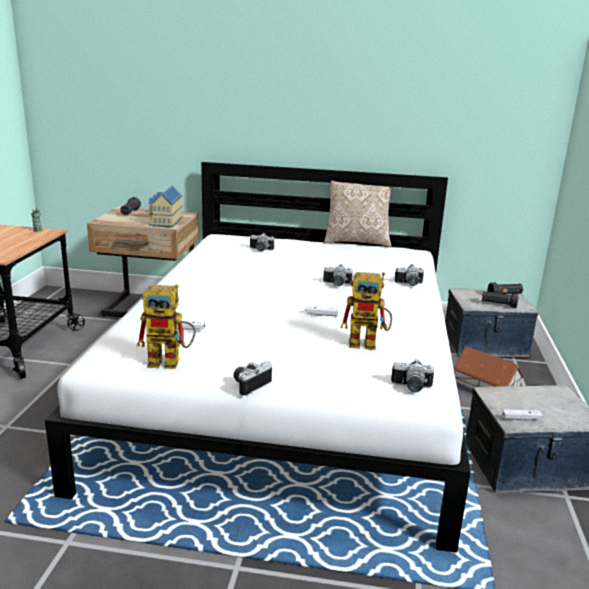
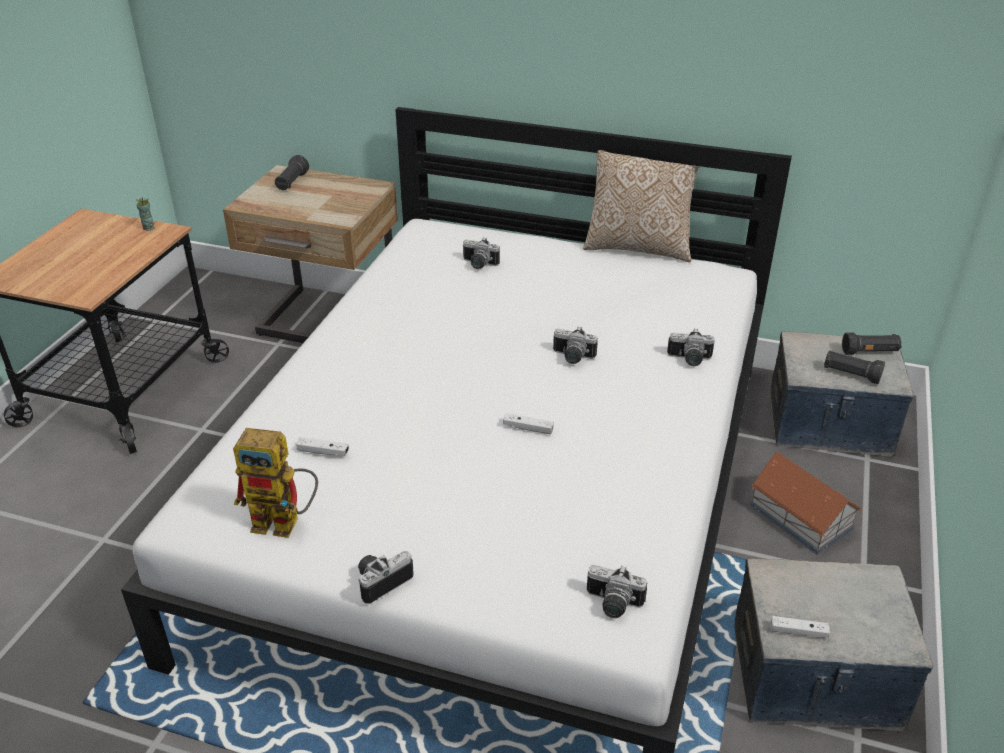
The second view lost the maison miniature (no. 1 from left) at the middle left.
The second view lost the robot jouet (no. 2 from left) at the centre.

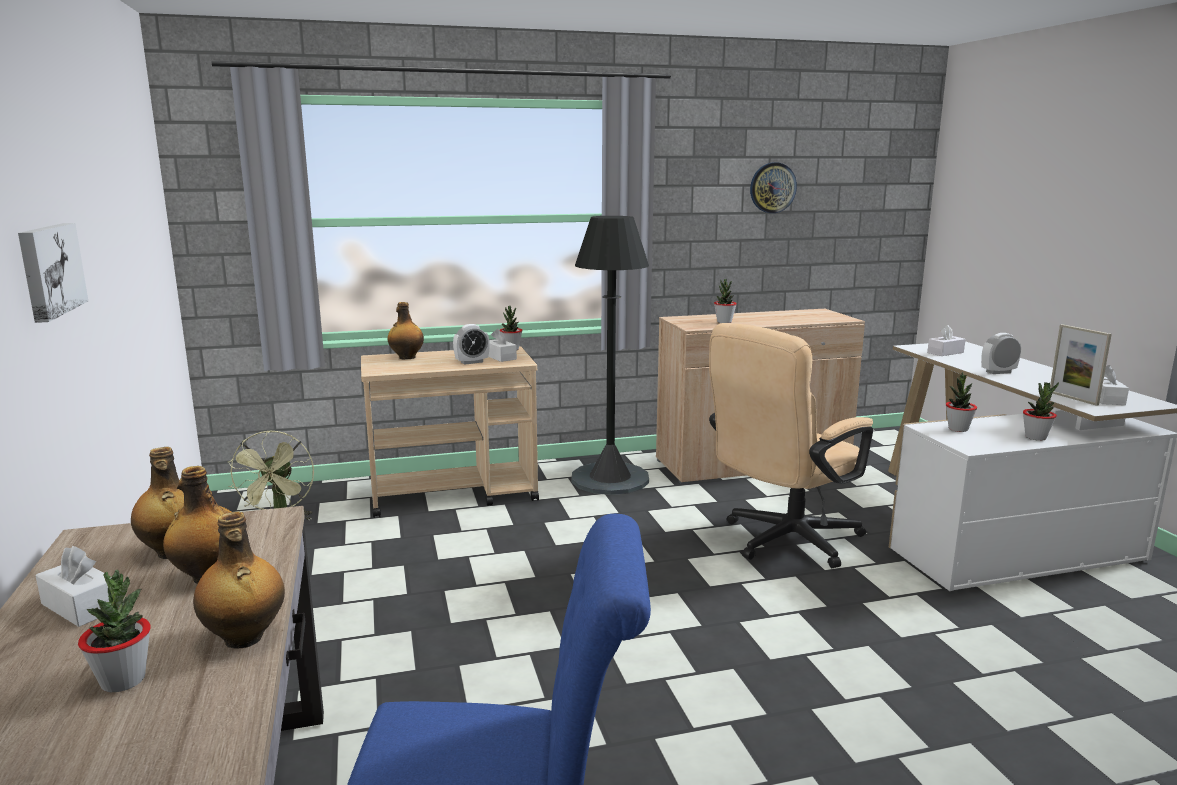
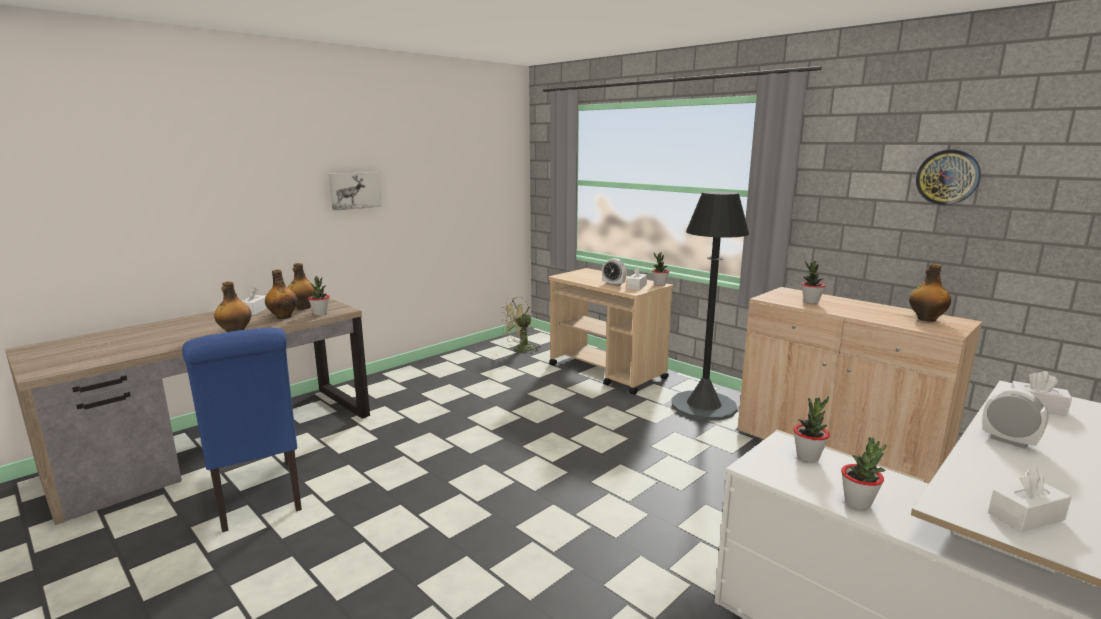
The plante en pot (no. 1 from left) ended up elsewhere, having gone from the bottom left to the middle left.
The bouteille (no. 4 from left) ended up elsewhere, having gone from the centre to the middle right.
The second view lost the chaise de bureau/beige at the middle right.
The second view lost the cadre photo at the middle right.

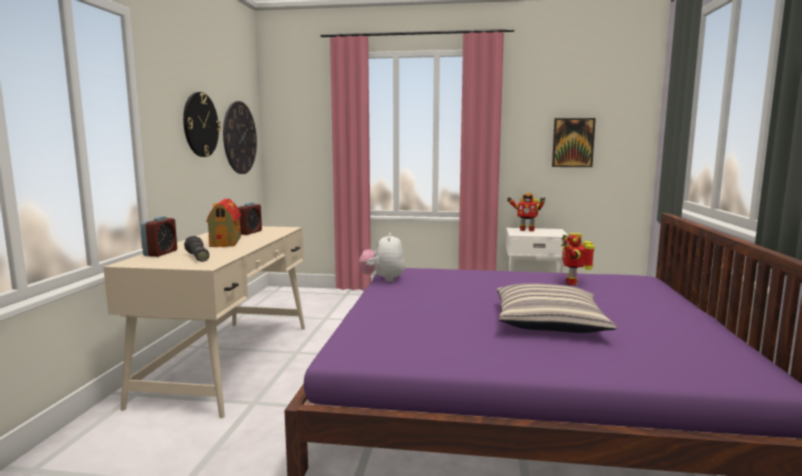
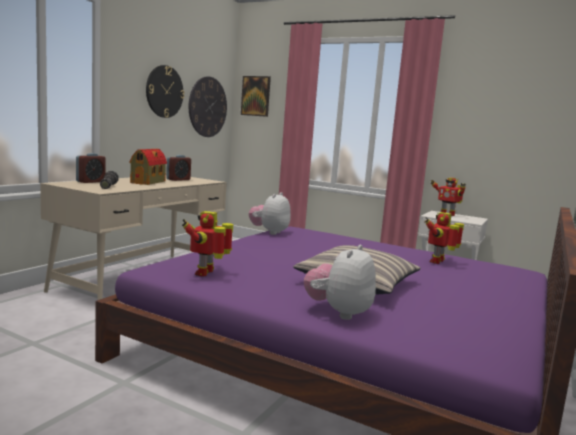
The tableau ended up elsewhere, having gone from the top right to the top centre.
The second view gained the robot jouet (no. 1 from left) at the centre.
The second view gained the peluche (no. 2 from left) at the centre.

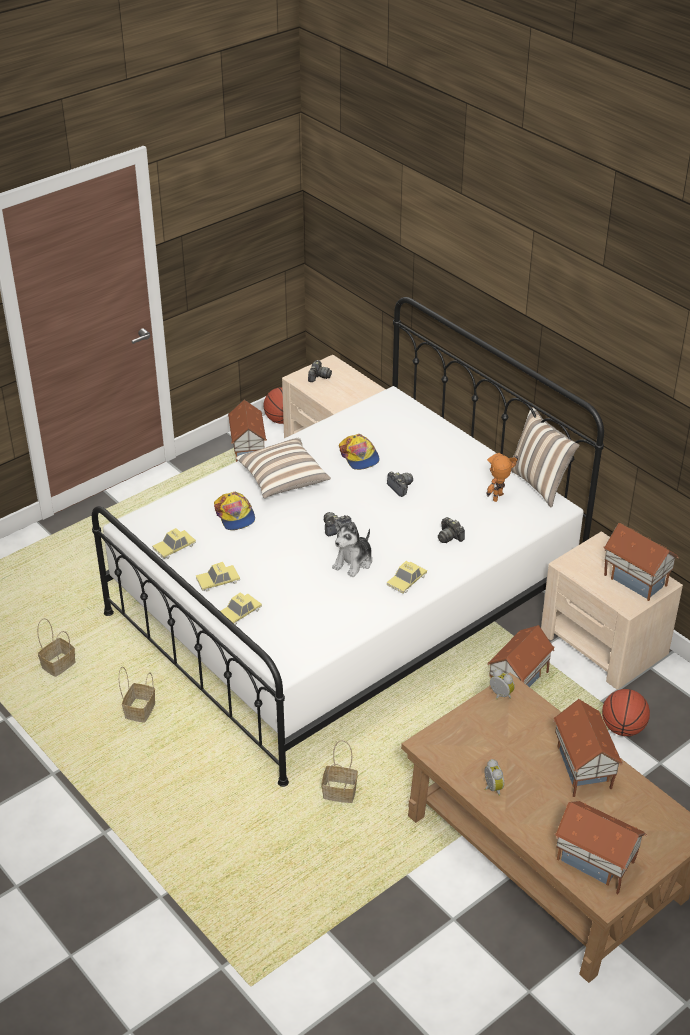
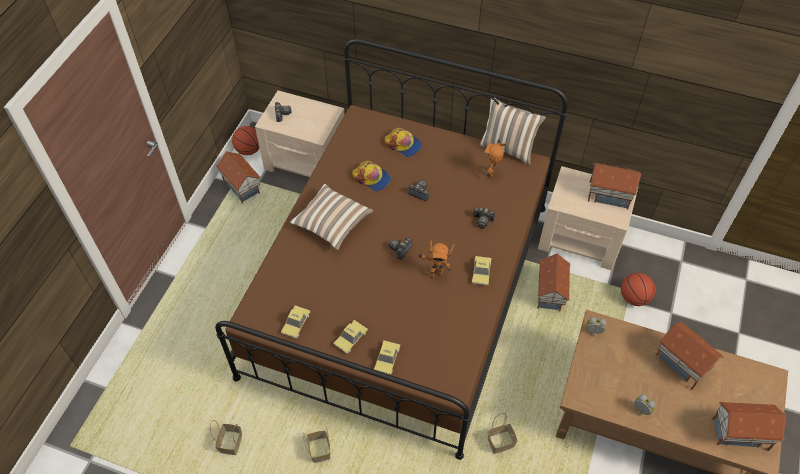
What was the lit/blanc at the centre turned into the lit/marron at the centre.
The casquette (no. 1 from left in the first image) ended up elsewhere, having gone from the centre to the top centre.
Where the peluche stood at the centre, the robot jouet (no. 1 from left) came to stand at the centre.

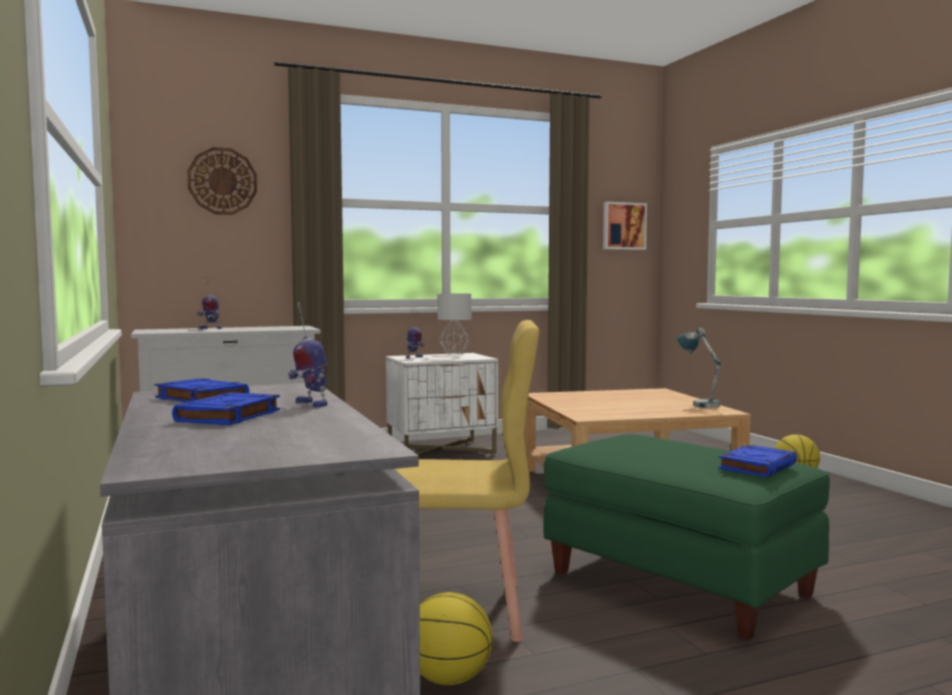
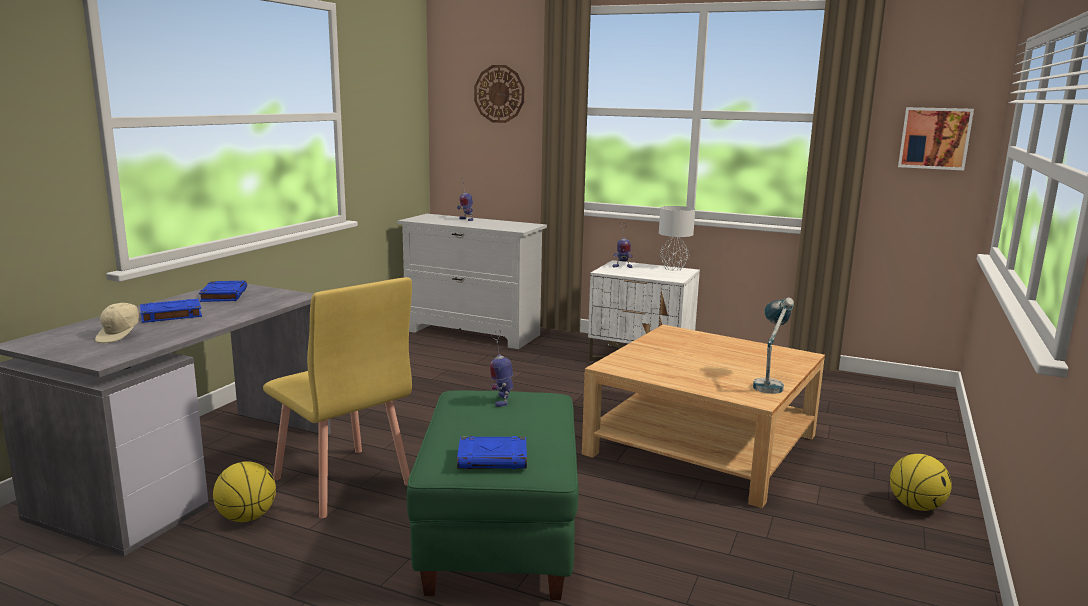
The robot jouet (no. 2 from left) ended up elsewhere, having gone from the middle left to the centre.
The second view gained the casquette/beige at the middle left.

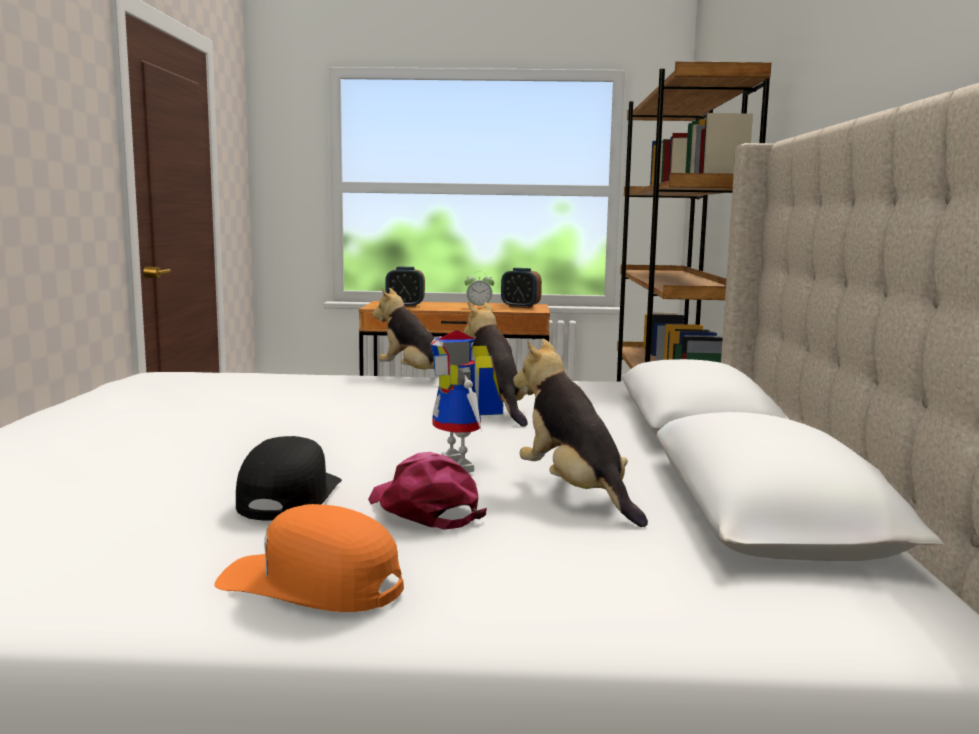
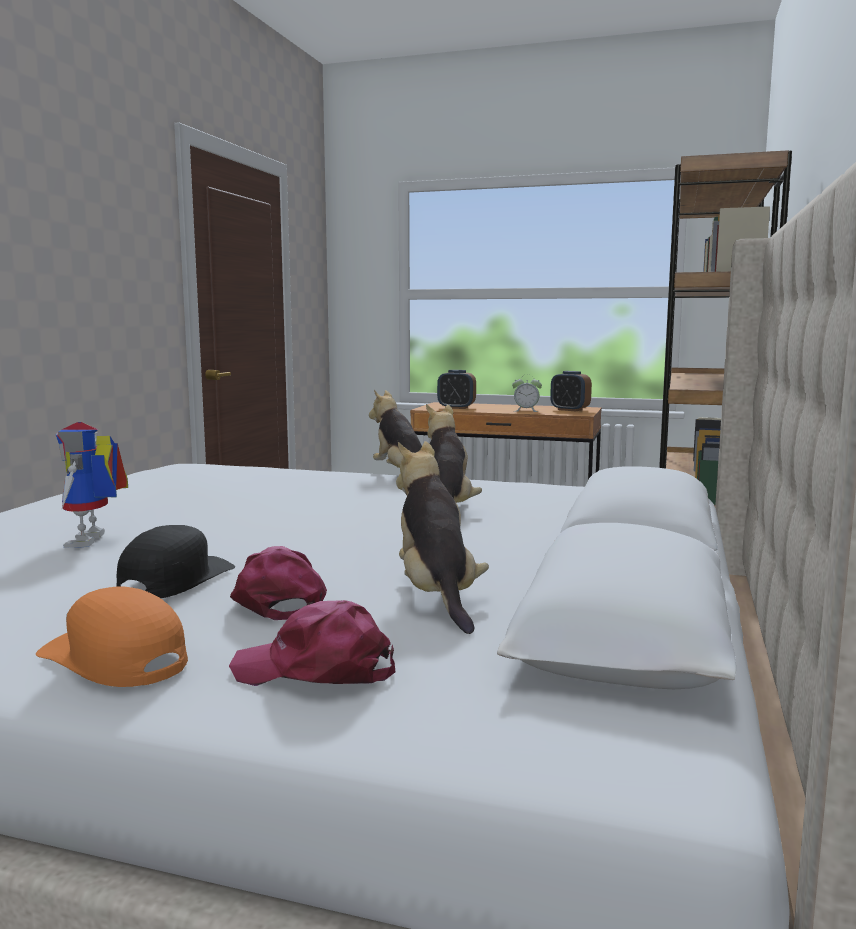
The robot jouet ended up elsewhere, having gone from the centre to the middle left.
The second view gained the casquette/rose (no. 2 from left) at the bottom centre.

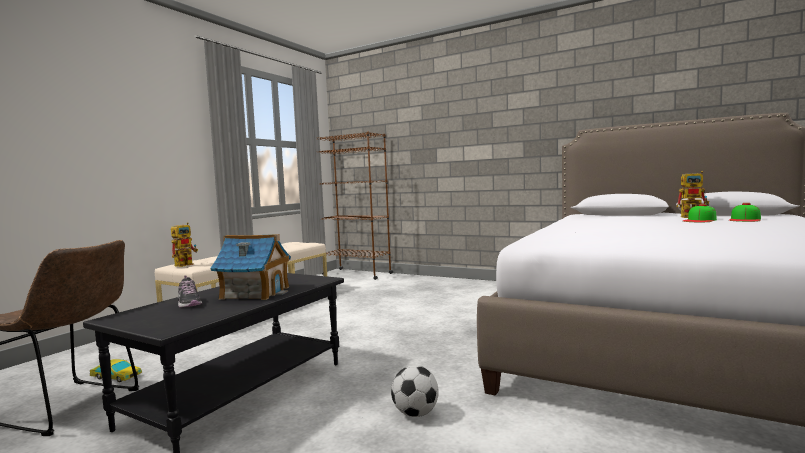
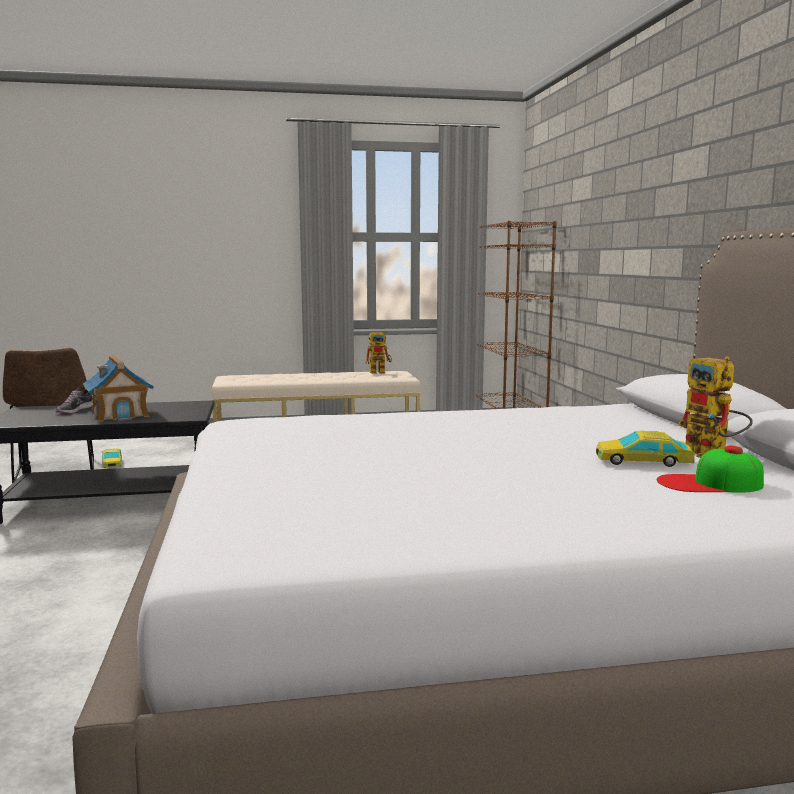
The robot jouet (no. 1 from left) ended up elsewhere, having gone from the middle left to the centre.
The second view lost the ballon de foot at the bottom centre.
Where the casquette (no. 1 from left) stood at the middle right, the petite voiture (no. 2 from left) came to stand at the middle right.

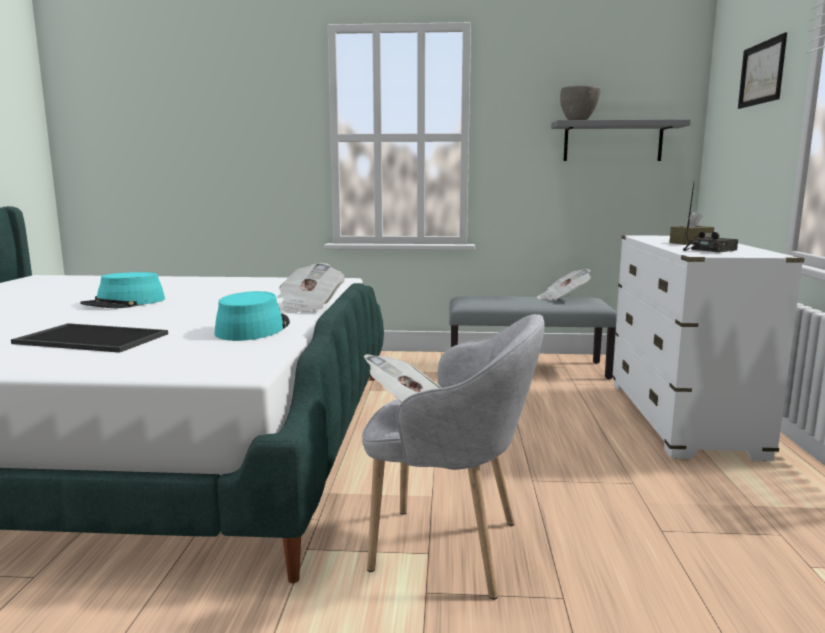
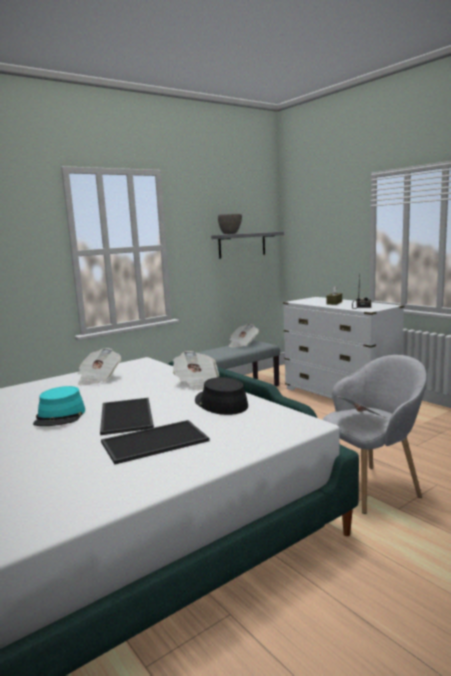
What was the chapeau/turquoise (no. 2 from left) at the middle left turned into the chapeau/noir at the centre.
The second view lost the tableau at the top right.
The second view gained the journal (no. 1 from left) at the middle left.
The second view gained the plateau (no. 1 from left) at the middle left.

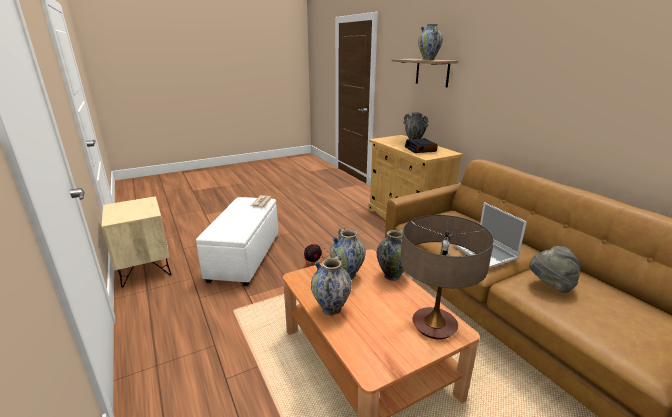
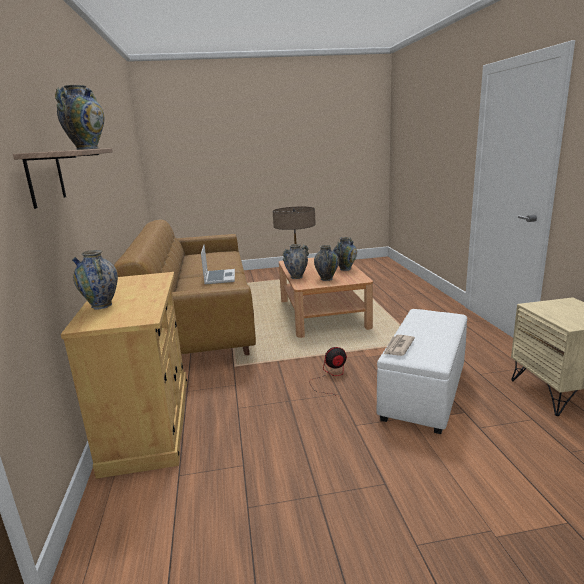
The second view lost the réveil at the centre.
The second view lost the chapeau/gris at the middle right.

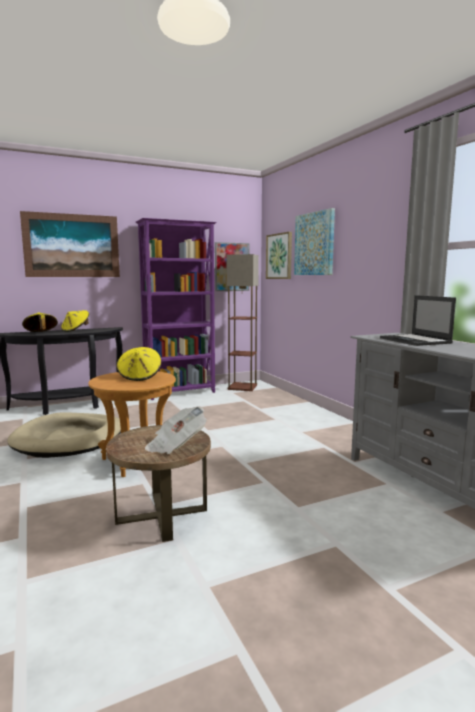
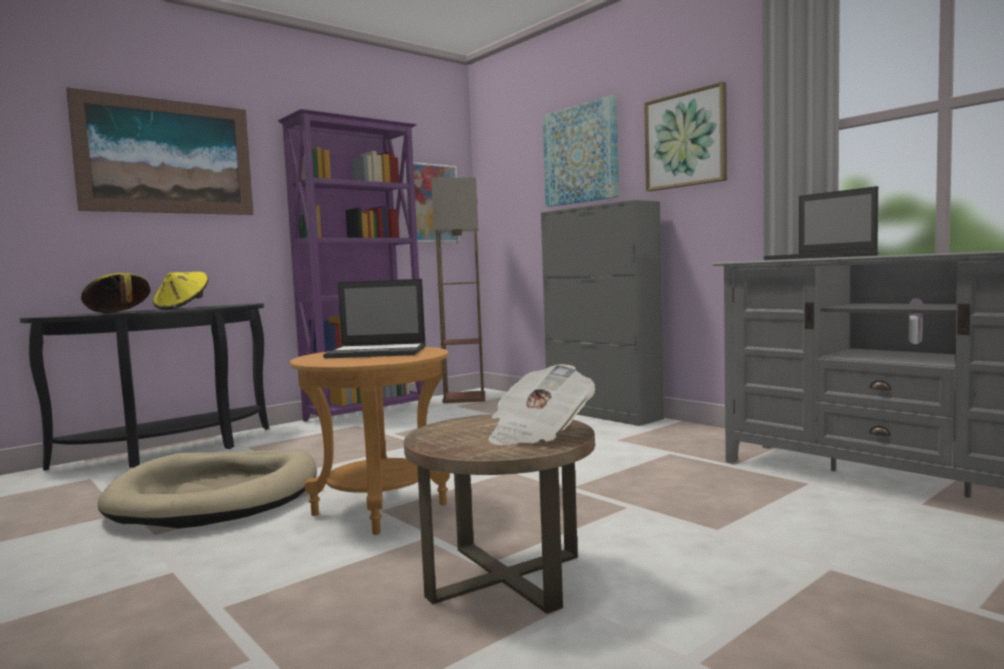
Where the chapeau/jaune (no. 3 from left) stood at the middle left, the ordinateur portable (no. 1 from left) came to stand at the centre.
The tableau (no. 3 from left in the first image) ended up elsewhere, having gone from the centre to the top right.
The second view gained the meuble de rangement/gris at the centre.

